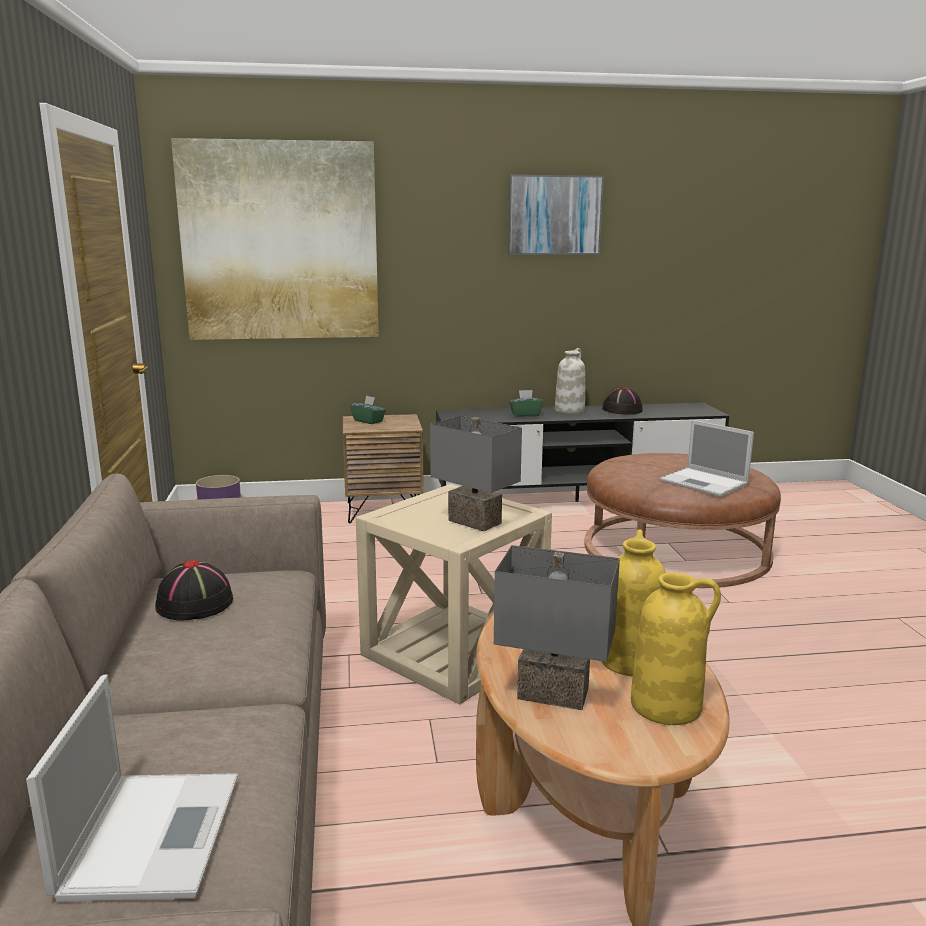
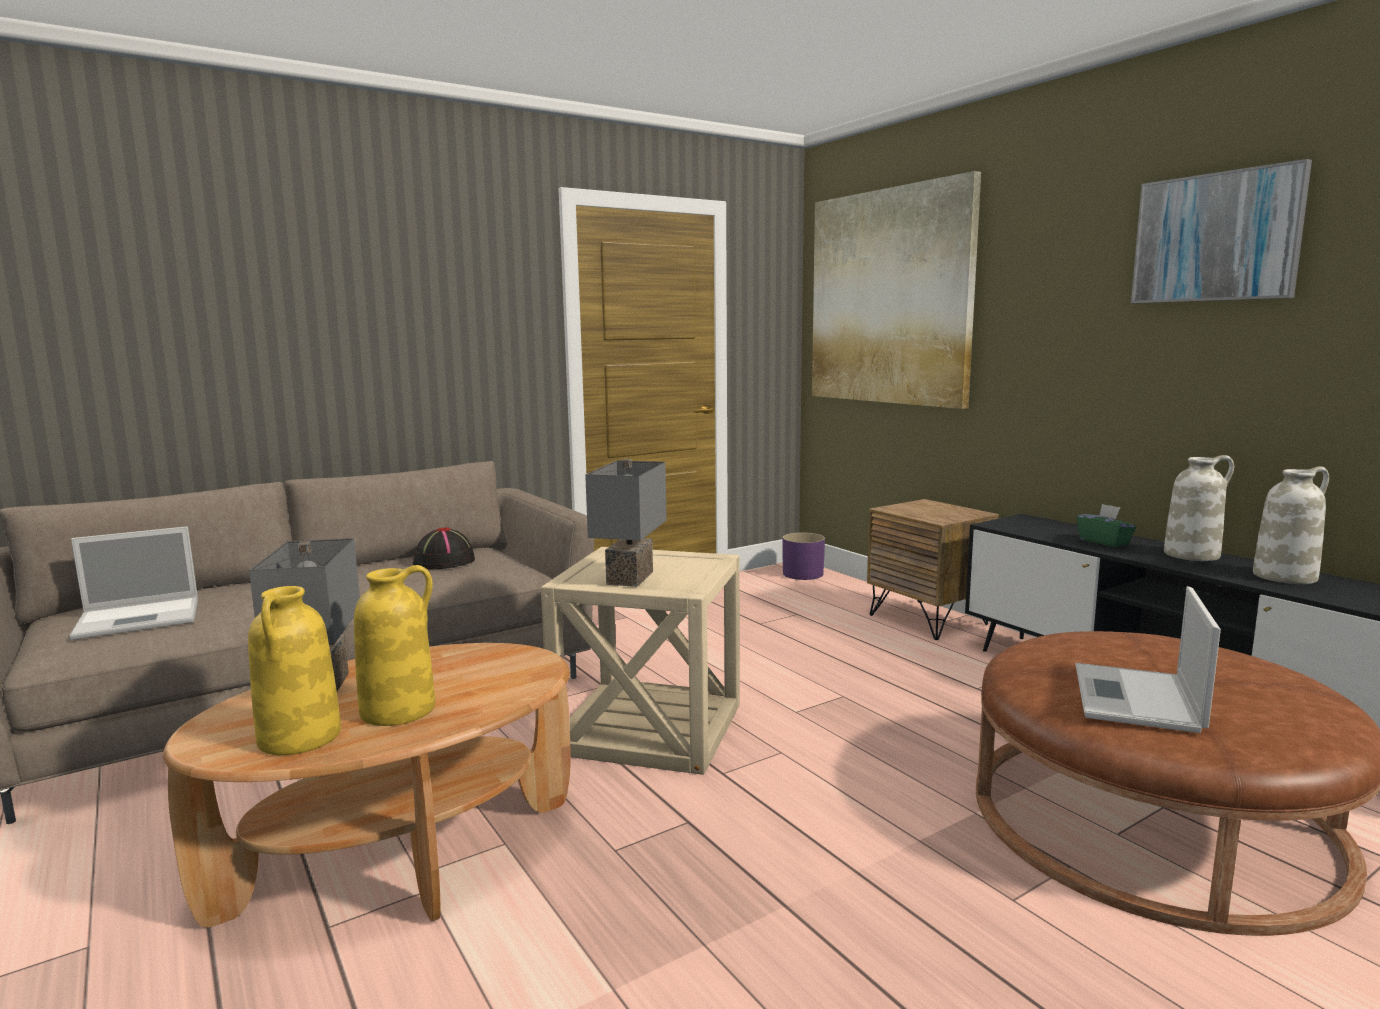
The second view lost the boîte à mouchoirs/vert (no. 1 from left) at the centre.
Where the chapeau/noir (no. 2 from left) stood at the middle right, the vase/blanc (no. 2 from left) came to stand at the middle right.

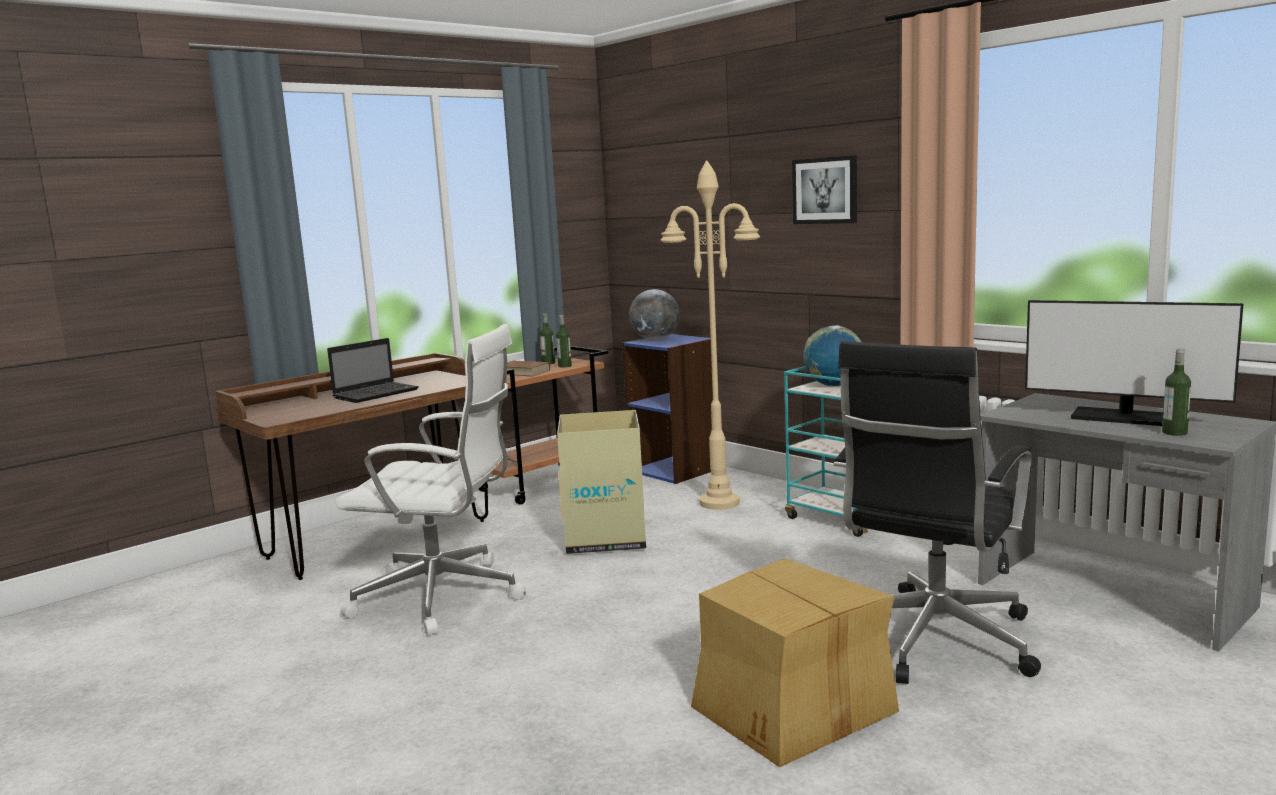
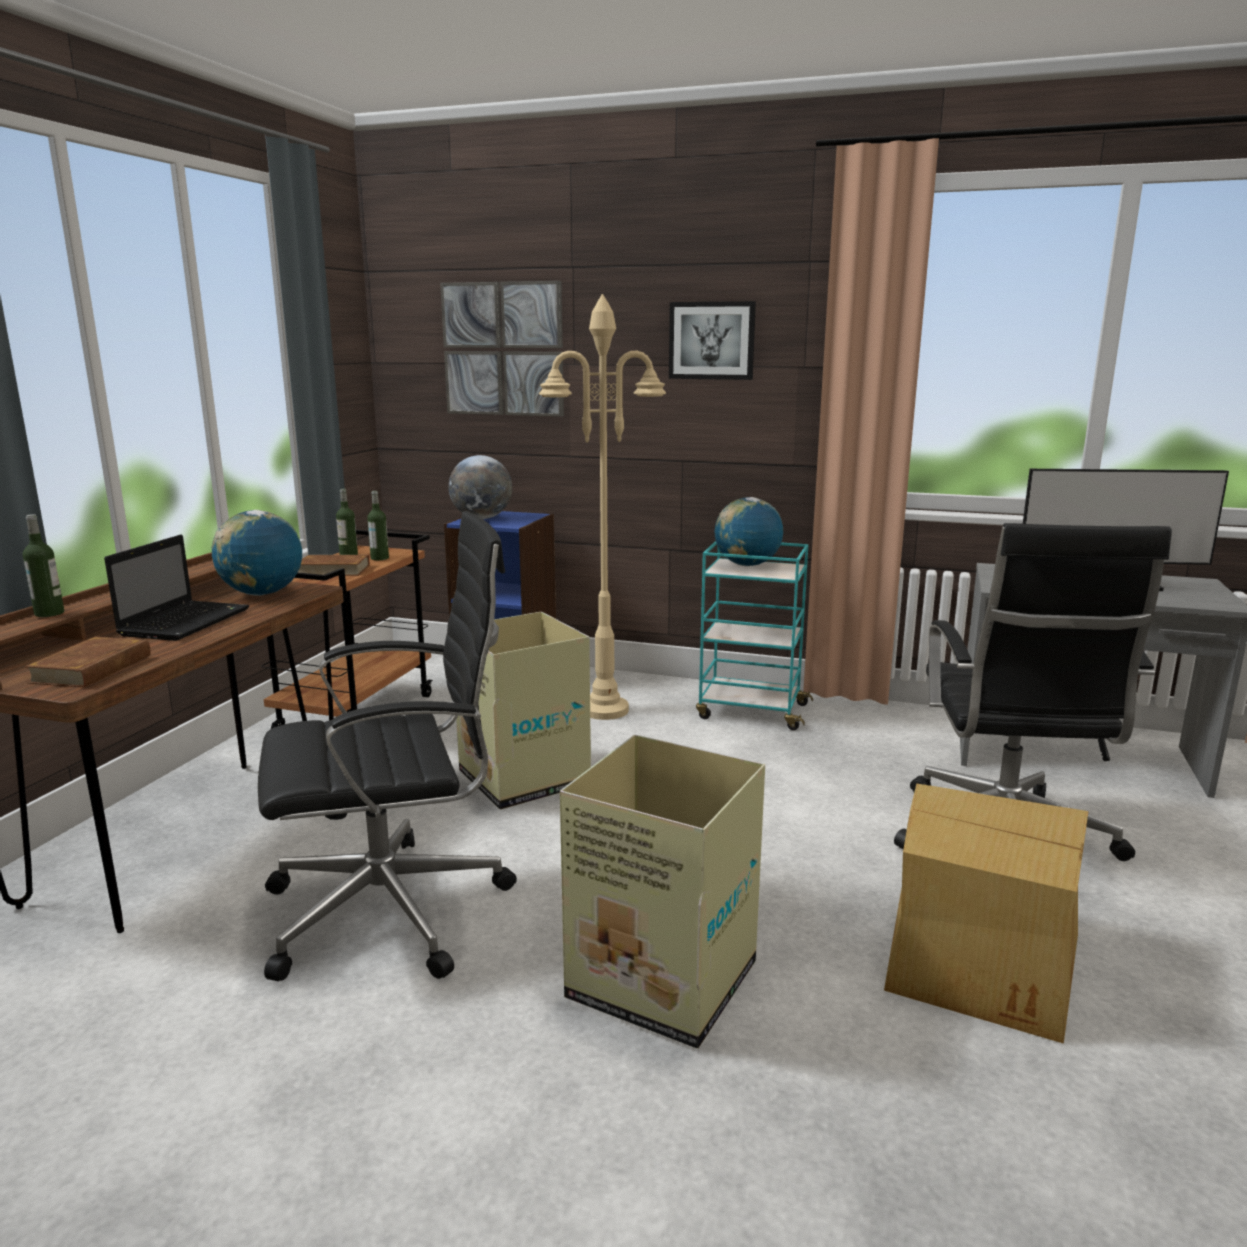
What was the chaise de bureau/blanc at the centre turned into the chaise de bureau/noir (no. 1 from left) at the middle left.
The bouteille (no. 3 from left in the first image) ended up elsewhere, having gone from the middle right to the middle left.
The second view gained the livre/marron (no. 1 from left) at the middle left.
The second view gained the globe (no. 1 from left) at the middle left.
The second view gained the tableau (no. 1 from left) at the top centre.
The second view gained the carton (no. 2 from left) at the bottom centre.

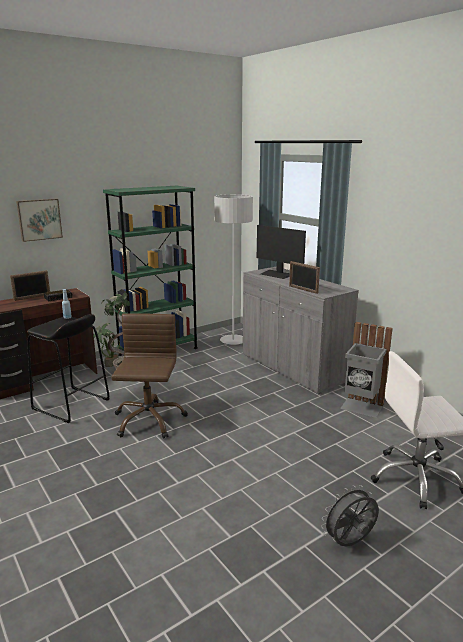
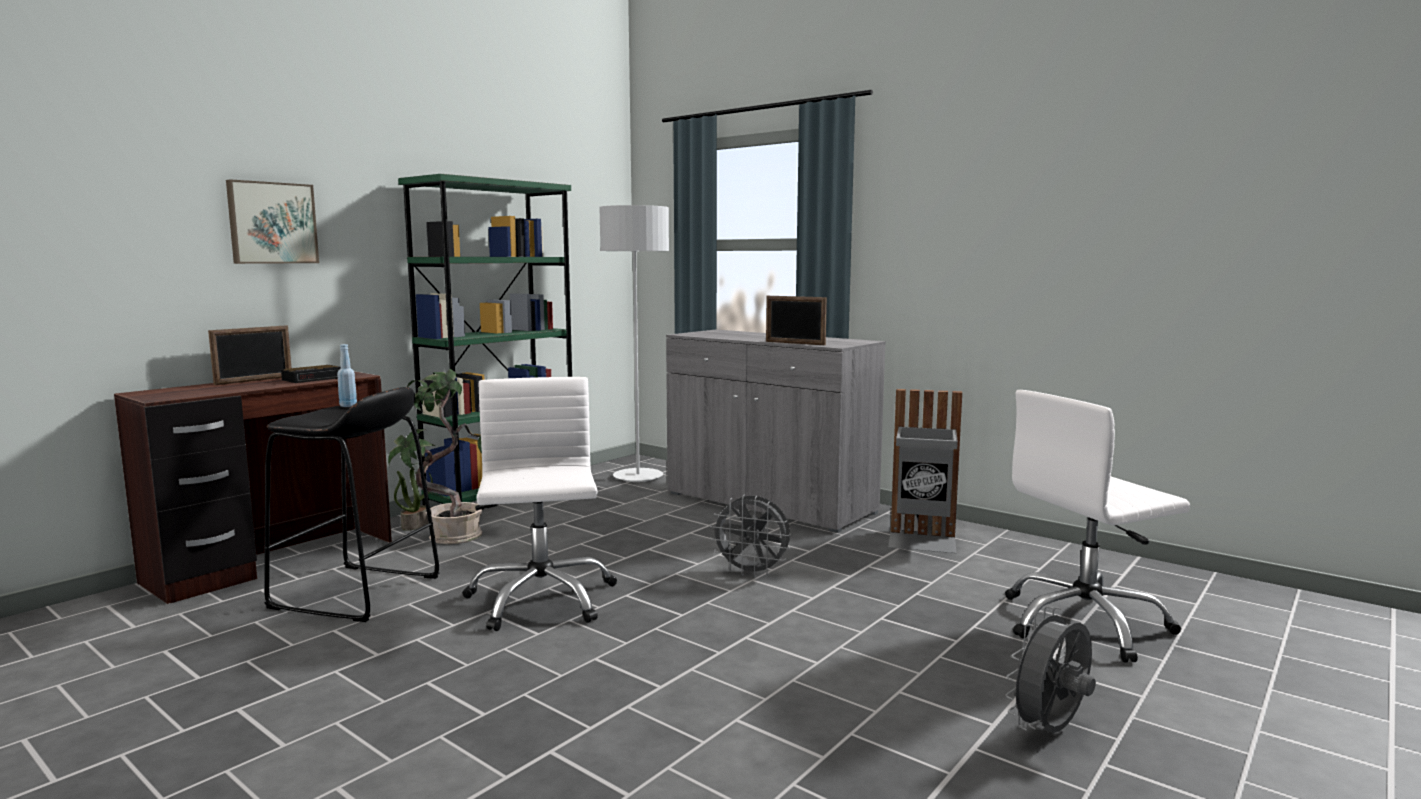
What was the chaise de bureau/marron at the middle left turned into the chaise de bureau/blanc (no. 1 from left) at the centre.
The second view lost the écran d'ordinateur at the centre.
The second view gained the ventilateur/gris (no. 1 from left) at the bottom centre.

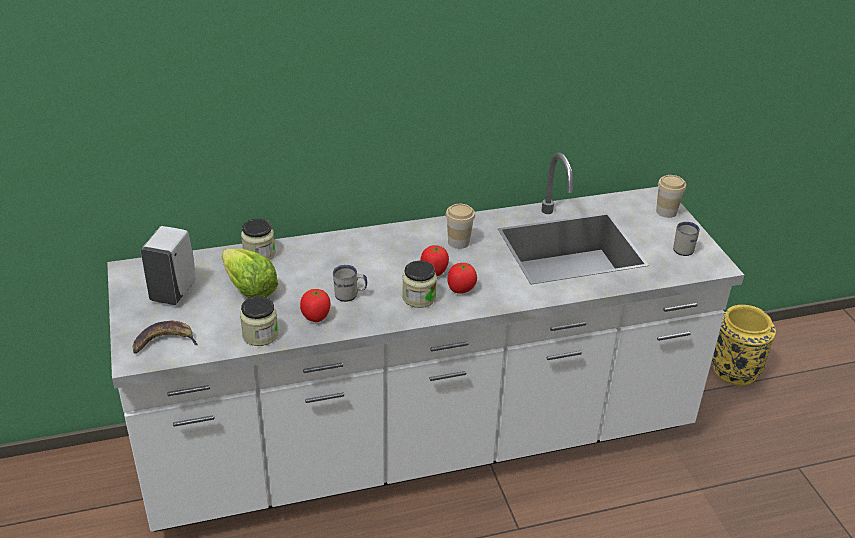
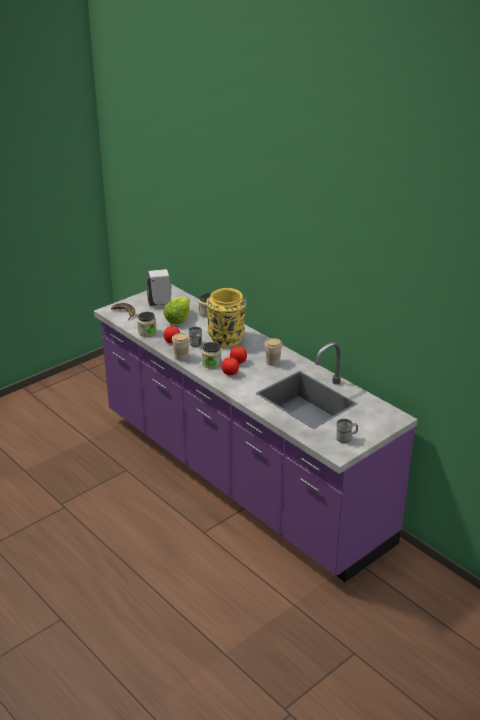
What was the comptoir de cuisine/blanc at the centre turned into the comptoir de cuisine/violet at the centre.
The tasse (no. 2 from left in the first image) ended up elsewhere, having gone from the middle right to the centre.
The vase/jaune ended up elsewhere, having gone from the middle right to the centre.

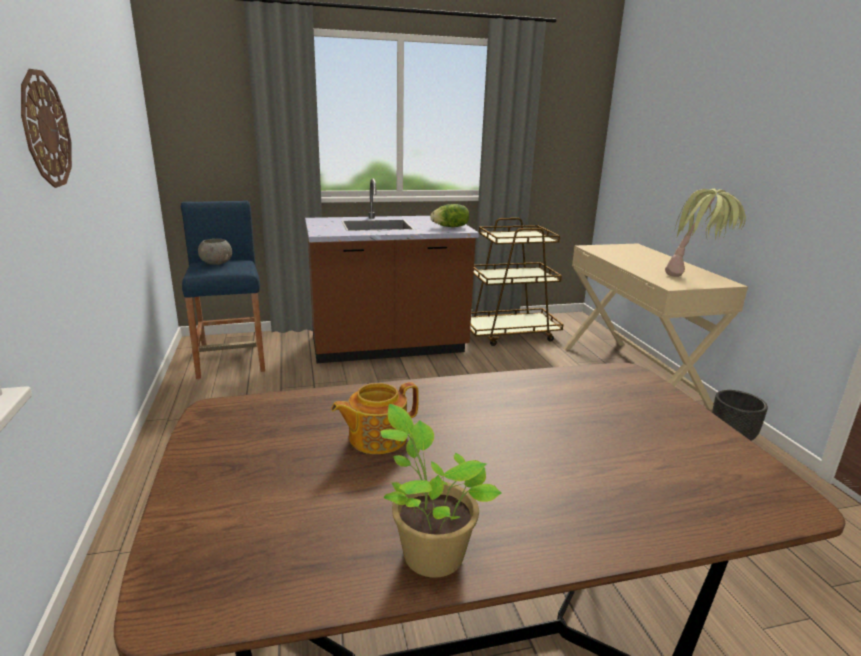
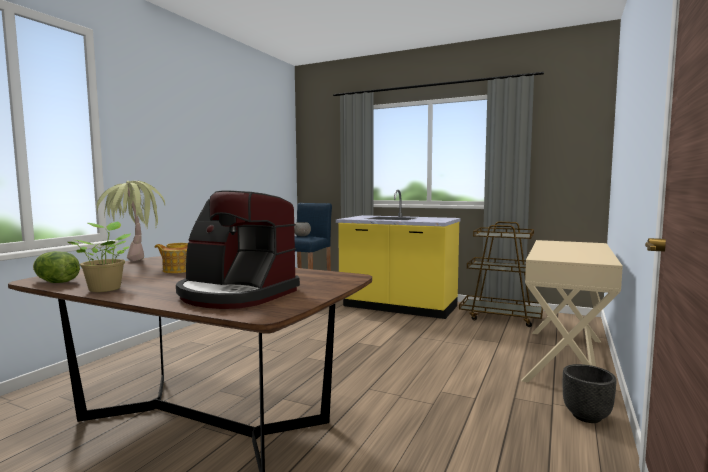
The second view lost the horloge murale at the top left.
What was the comptoir de cuisine/marron at the centre turned into the comptoir de cuisine/jaune at the centre.
The laitue ended up elsewhere, having gone from the top centre to the middle left.
The plante en pot (no. 2 from left) ended up elsewhere, having gone from the middle right to the middle left.
The second view gained the machine à café at the centre.

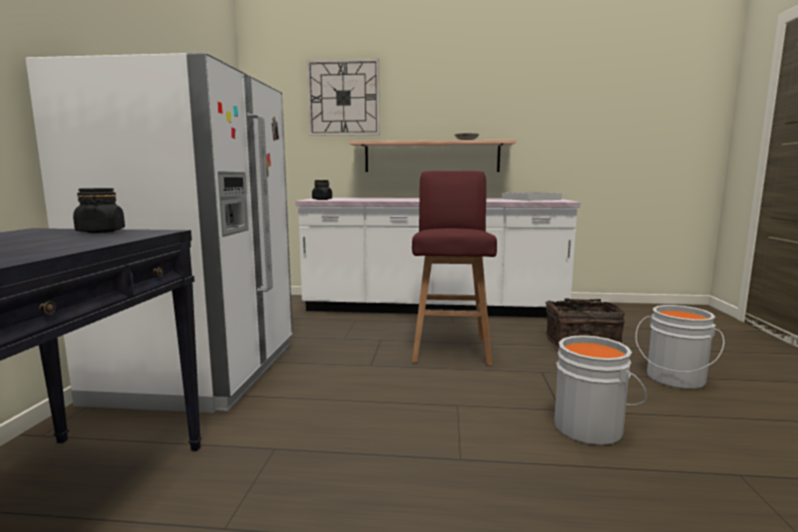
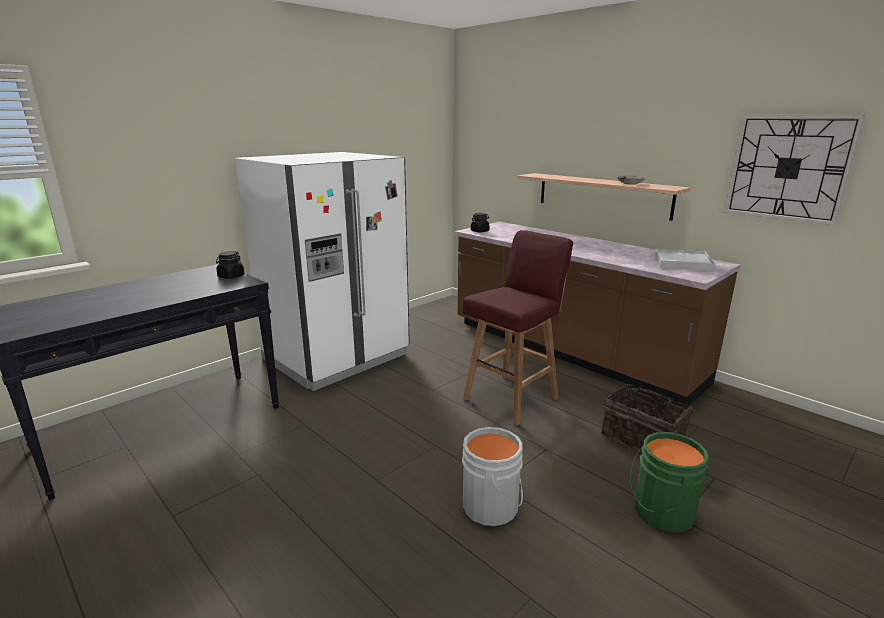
What was the comptoir de cuisine/blanc at the centre turned into the comptoir de cuisine/marron at the middle right.
The horloge murale ended up elsewhere, having gone from the top centre to the top right.
What was the seau/gris (no. 2 from left) at the middle right turned into the seau/vert at the bottom right.

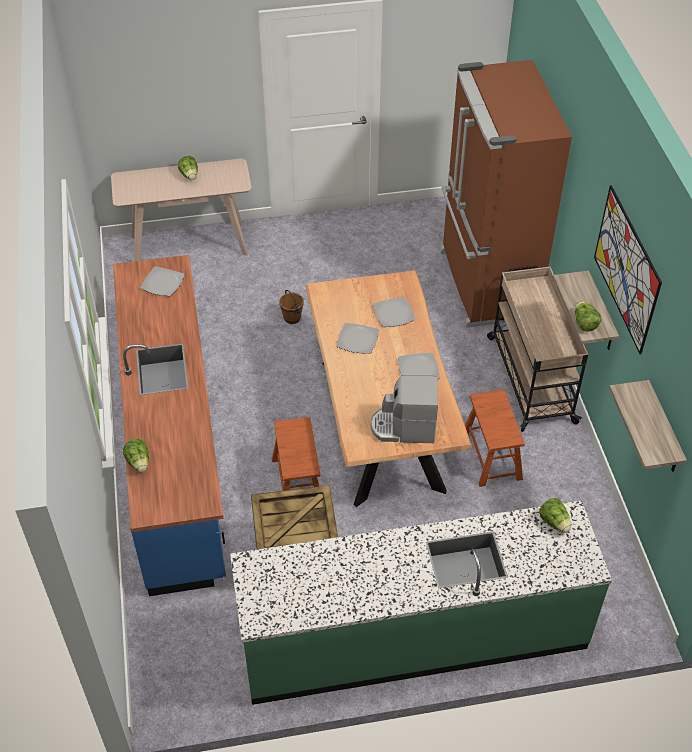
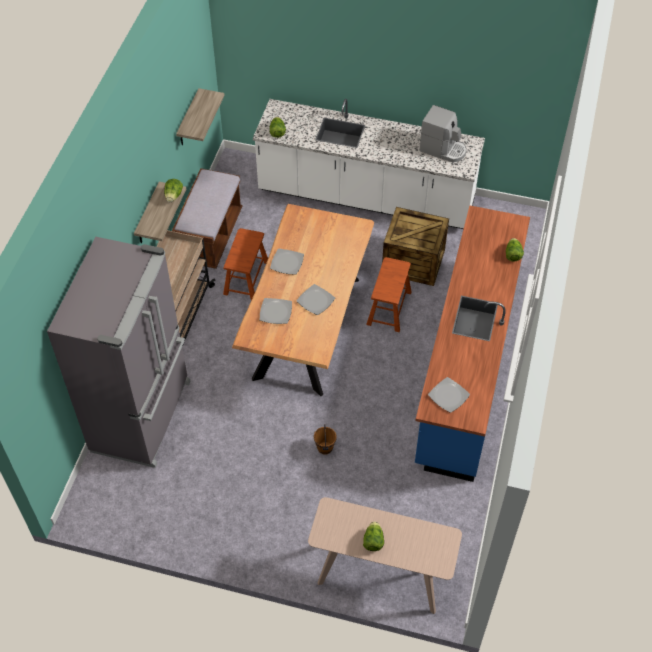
What was the comptoir de cuisine/vert at the bottom centre turned into the comptoir de cuisine/blanc at the top centre.
The machine à café ended up elsewhere, having gone from the centre to the top right.
What was the réfrigérateur/marron at the top right turned into the réfrigérateur/gris at the middle left.
The second view lost the tableau at the middle right.
The second view gained the banc/marron at the middle left.

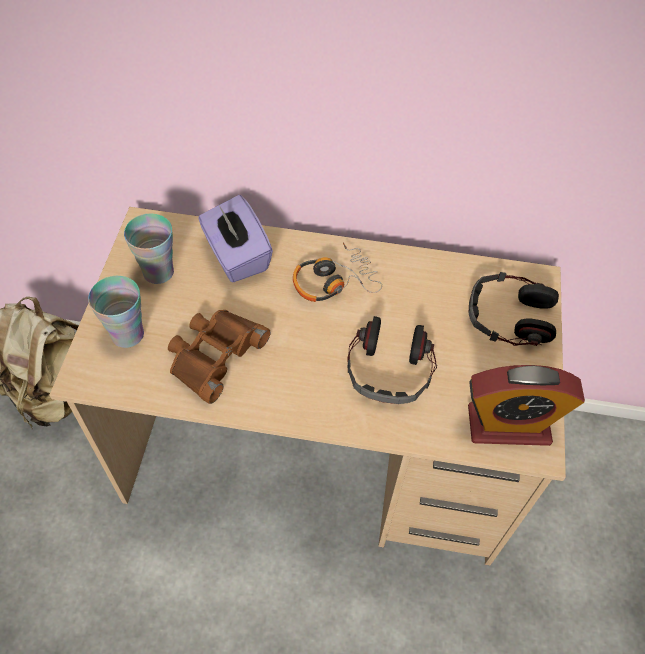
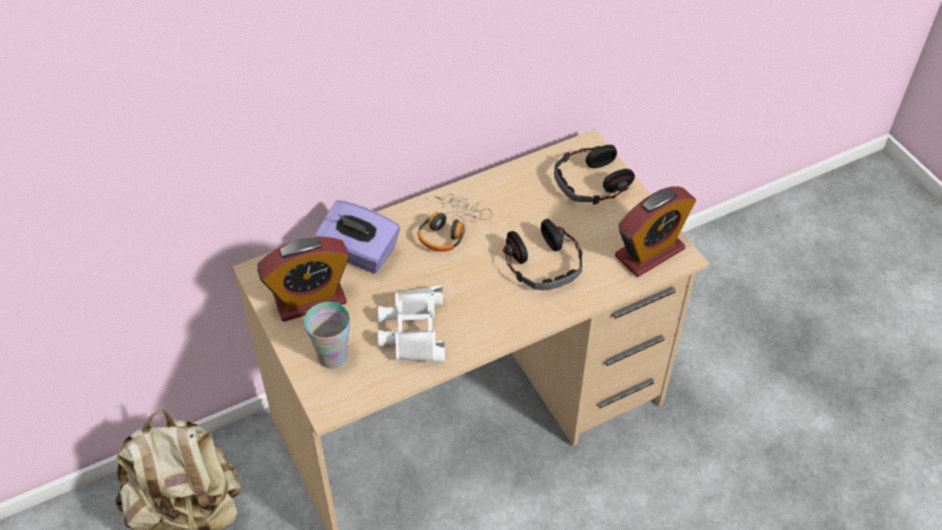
Where the tasse (no. 2 from left) stood at the middle left, the réveil (no. 1 from left) came to stand at the middle left.
What was the jumelles/marron at the centre turned into the jumelles/blanc at the centre.

